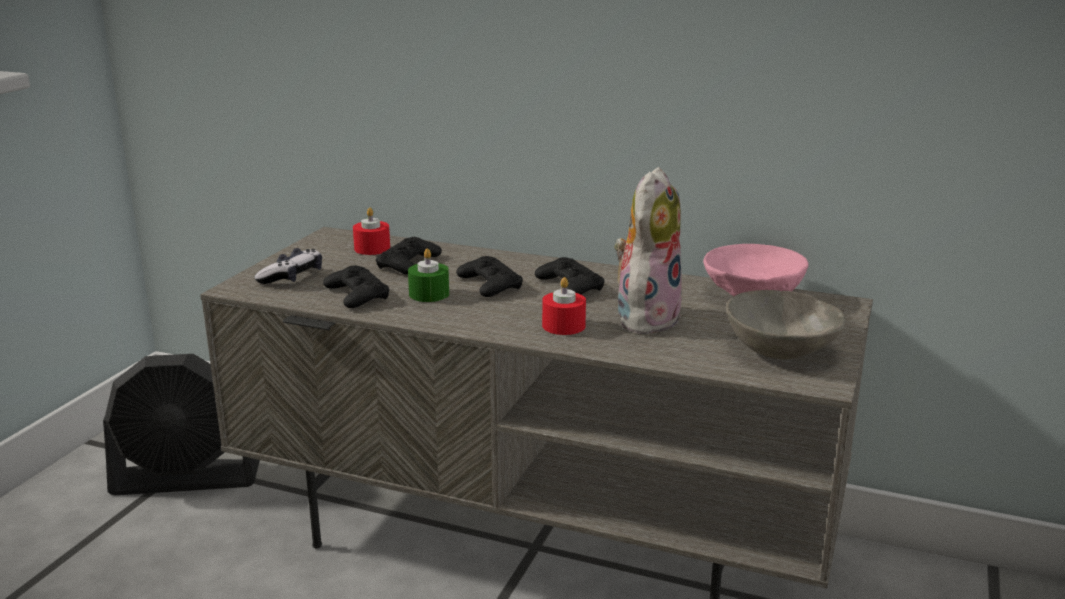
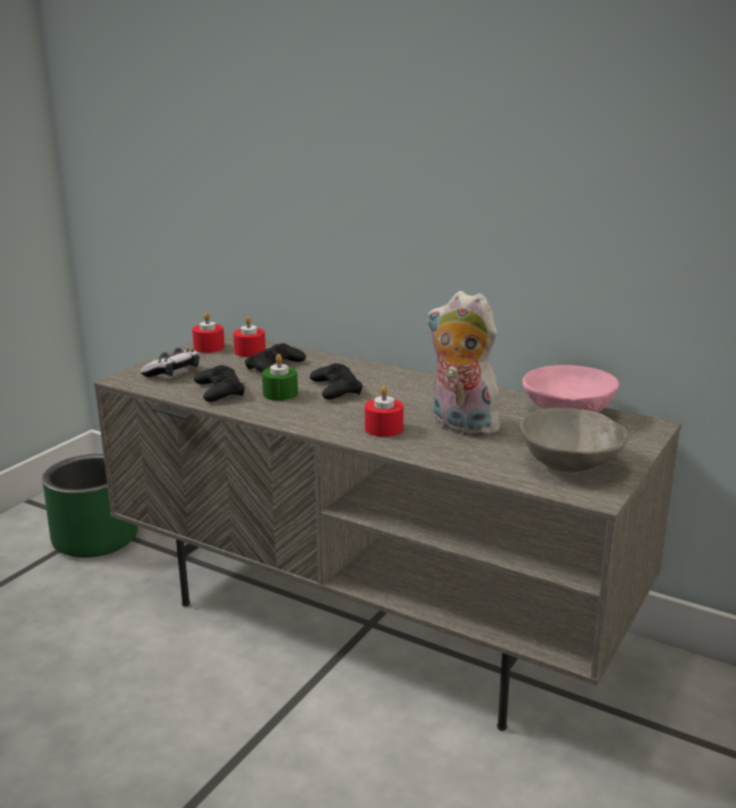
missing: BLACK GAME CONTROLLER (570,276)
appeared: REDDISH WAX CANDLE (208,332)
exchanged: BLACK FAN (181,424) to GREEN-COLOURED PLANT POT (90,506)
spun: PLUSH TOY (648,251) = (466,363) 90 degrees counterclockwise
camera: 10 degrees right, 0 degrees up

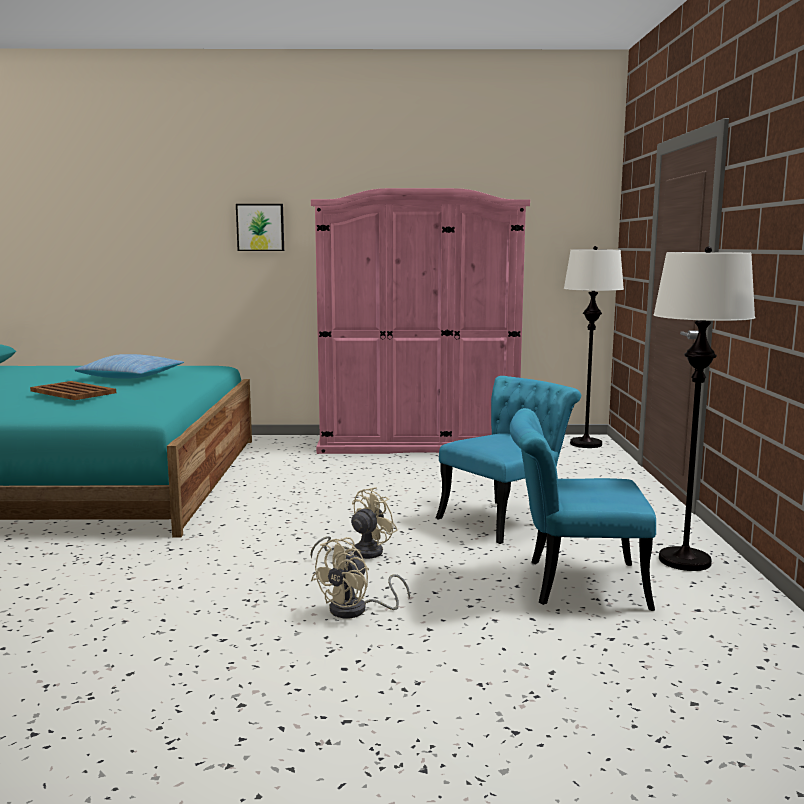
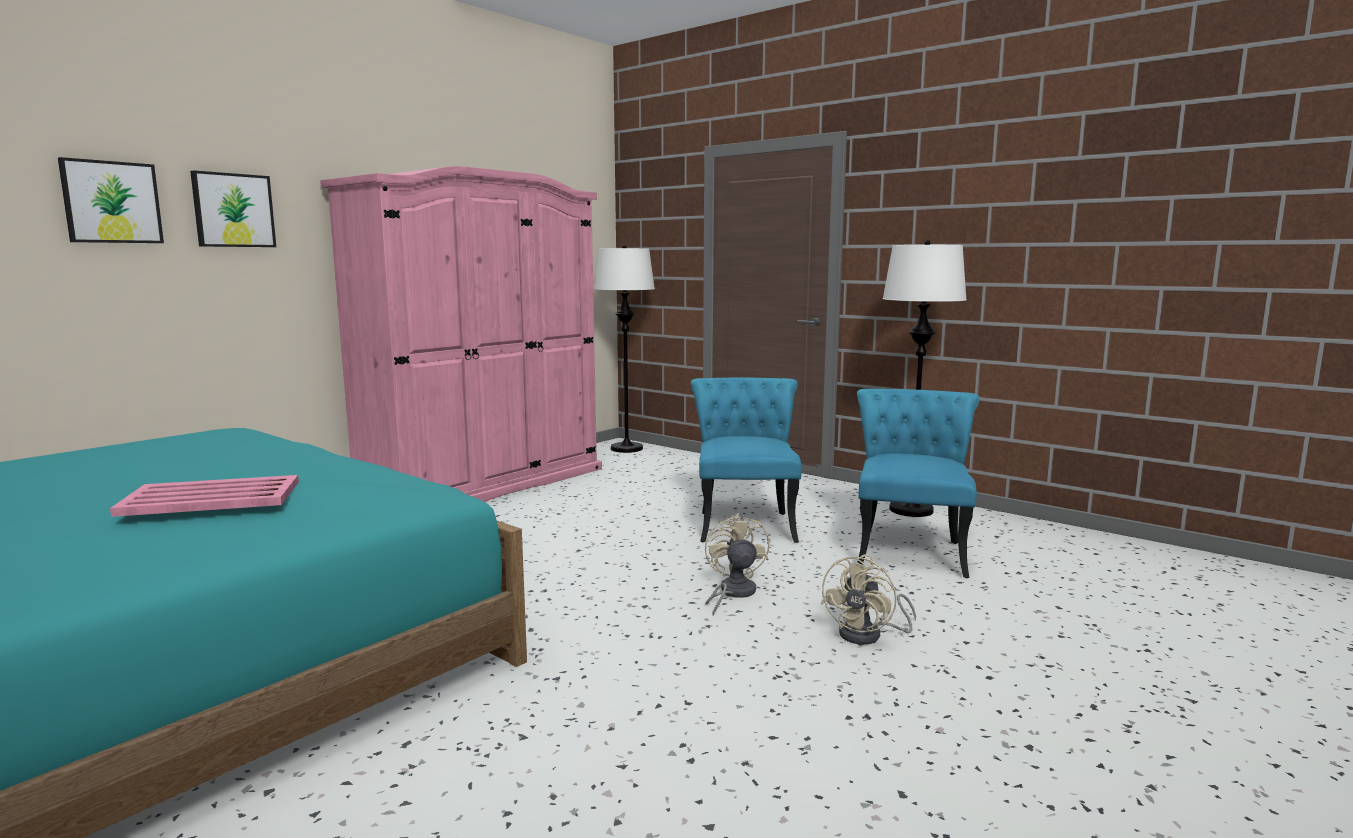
missing: CUSHION (129,366)
appeared: WALL ART (111,200)
colour: BROWNISH SERVING TRAY (73,390) to PINK SERVING TRAY (204,496)
spun: BEIGE FAN (360,577) = (868,599) 45 degrees clockwise; TURQUOISE UPRIGHT CHAIR (583,509) = (918,483) 150 degrees clockwise
camera: 50 degrees left, 0 degrees up

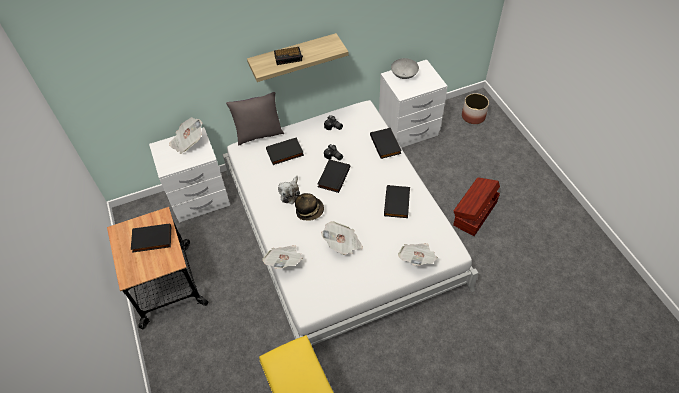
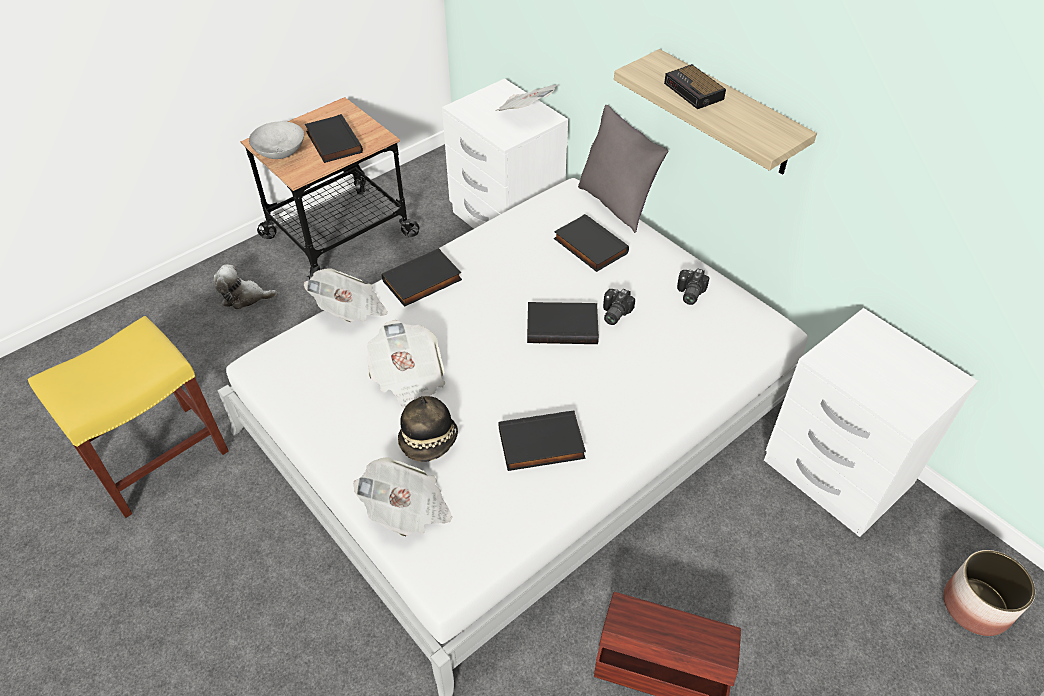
relocated: PLUSH TOY (289,189) to (245,287); CLOTHING HAT (309,207) to (428,429); BLACK VOLUME (386,143) to (422,277); GREYISH BOWL (405,68) to (276,140)
camera: 70 degrees right, 5 degrees down

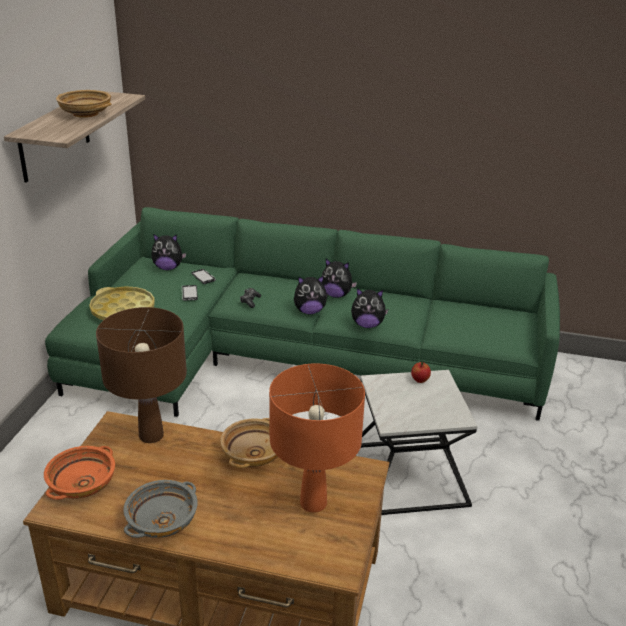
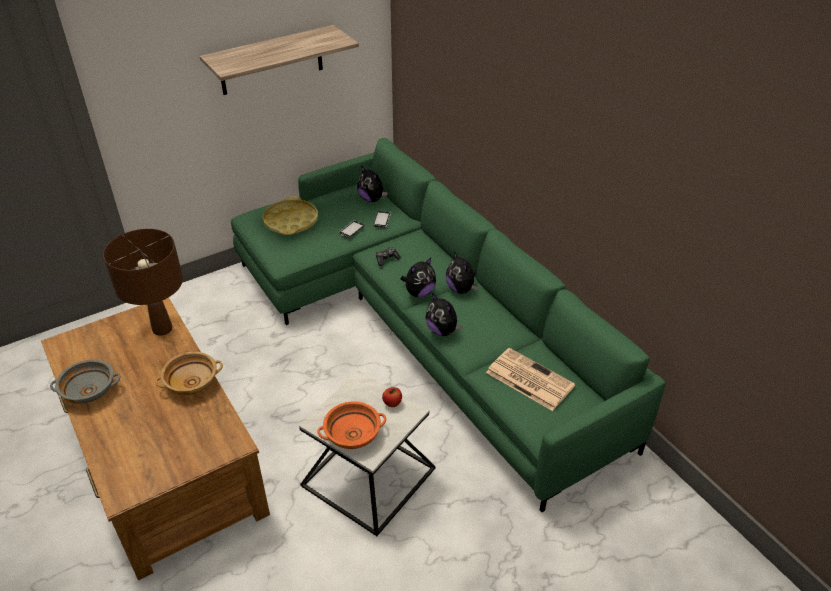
missing: BEIGE BOWL (83,104); ORANGE-COLOURED TABLE LAMP (317,438)
appeared: DAILY PAPER (530,379)
relocated: ORANGE-COLOURED BOWL (79,473) to (352,425)
spun: PLUSH TOY (311,294) = (418,277) 75 degrees counterclockwise
camera: 45 degrees right, 10 degrees up

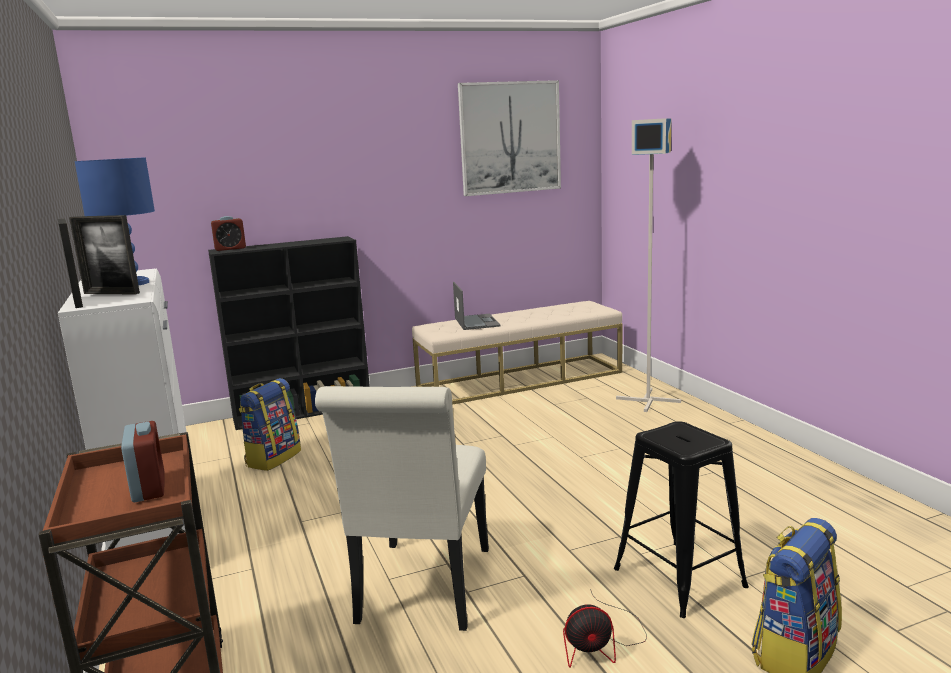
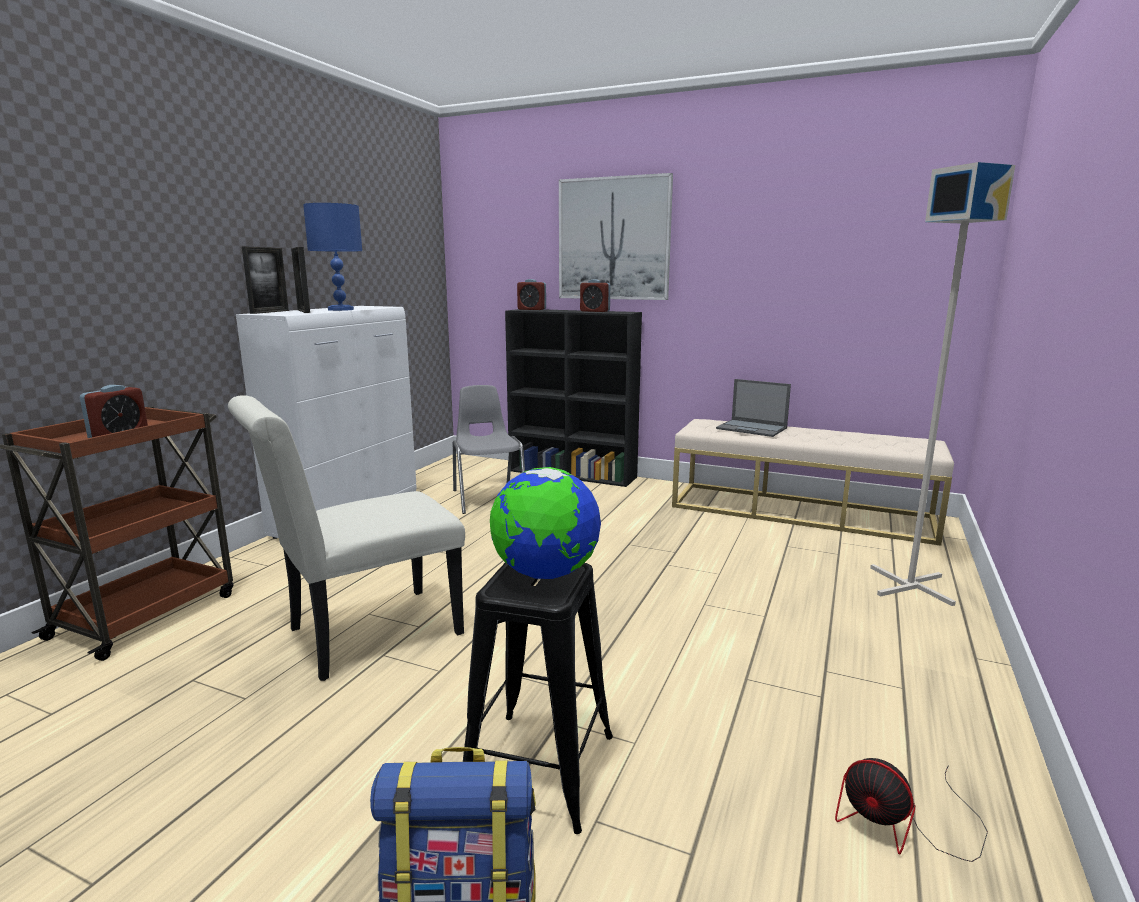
appeared: GLOBE (545,523); TABLE CLOCK (595,295)
relocated: WALL ART (509,138) to (616,236); FAN (605,628) to (911,810)
exchanged: KNAPSACK (270,424) to GREYISH UPRIGHT CHAIR (489,449)
spun: NOTEBOOK COMPUTER (477,306) = (753,408) 90 degrees clockwise
camera: 45 degrees right, 0 degrees up

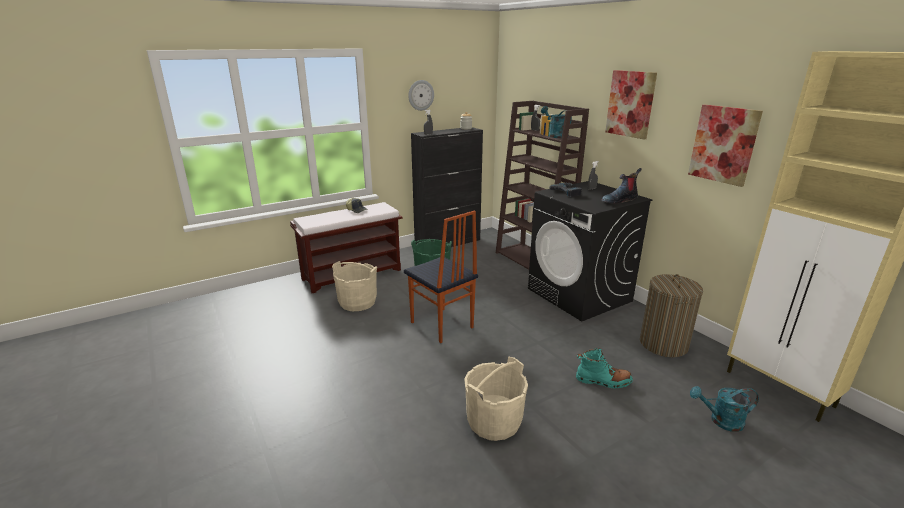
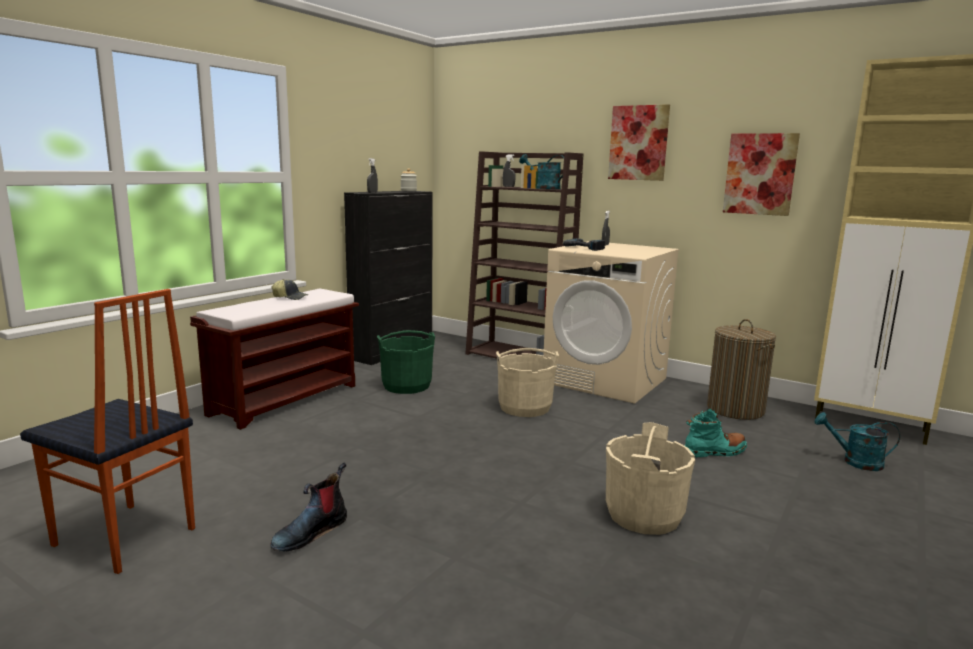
missing: WALL CLOCK (421,95)
relocated: BEIGE WATER BUCKET (354,286) to (527,382); UPRIGHT CHAIR (441,277) to (107,431); BOOT (621,186) to (308,507)
colour: BLACK LAUNDRY MACHINE (590,251) to BEIGE LAUNDRY MACHINE (611,322)
spun: TURQUOISE WATERING POT (724,409) = (857,441) 45 degrees clockwise
camera: 25 degrees left, 10 degrees down

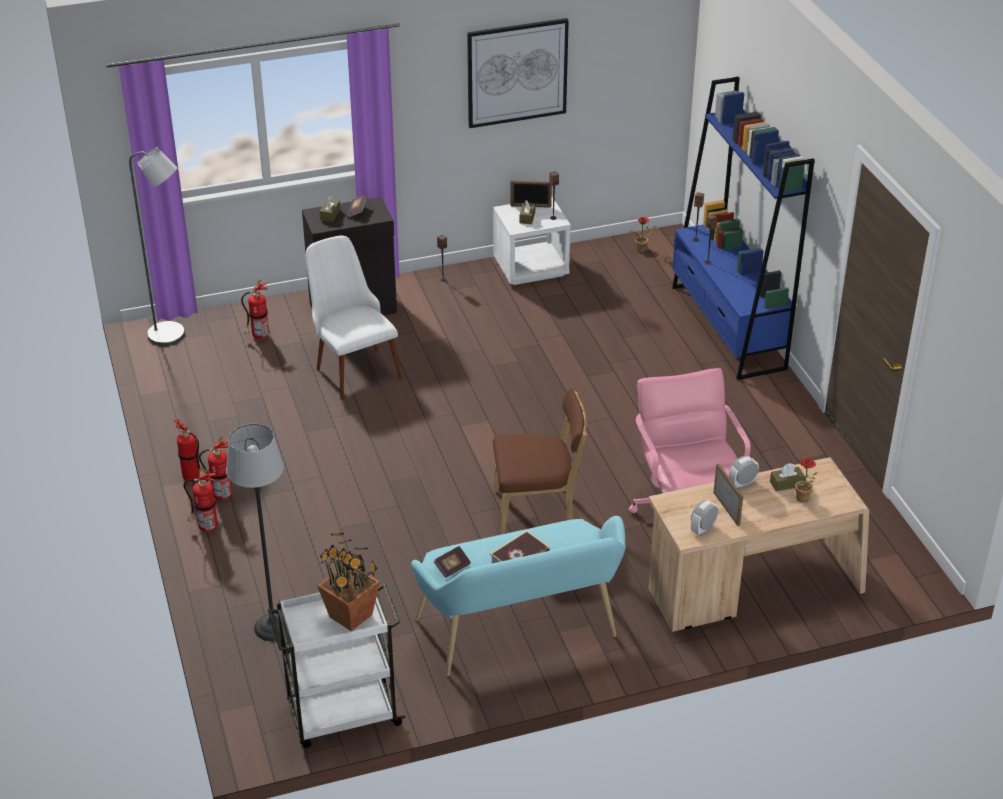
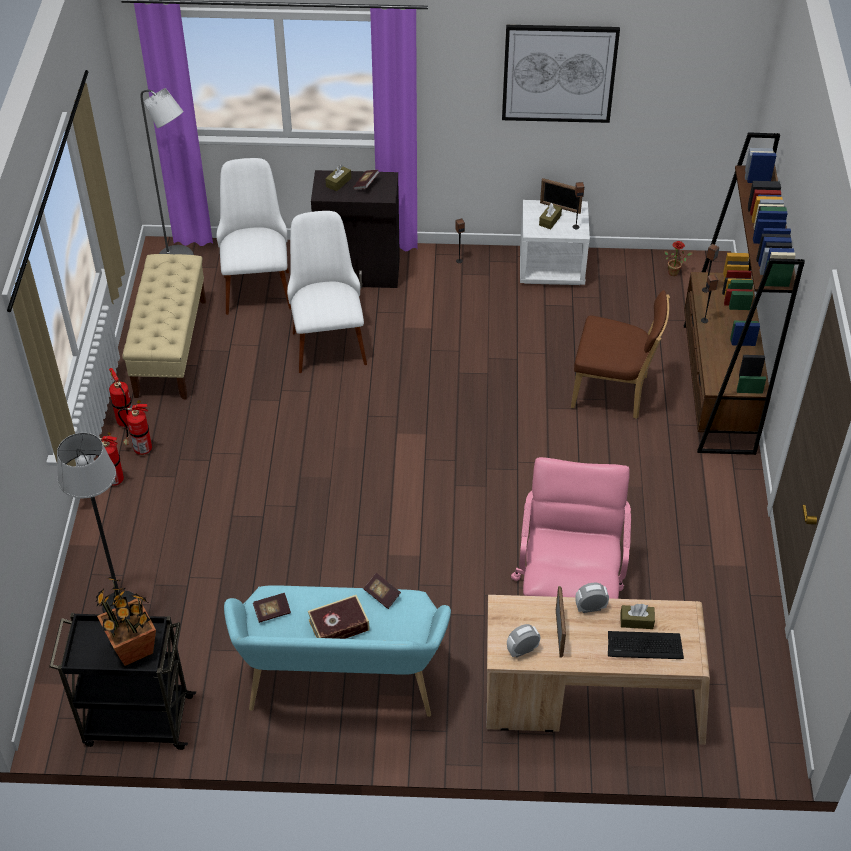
appeared: BEIGE LONG SEAT (164,326); VOLUME (382,591)
relocated: BROWNISH UPRIGHT CHAIR (540,461) to (620,354)
exchanged: FIRE EXTINGUISHER (255,310) to WHITE UPRIGHT CHAIR (253,236); POTTED PLANT (806,480) to KEYBOARD (646,645)
colour: WHITE WHEELED CART (337,665) to BLACK WHEELED CART (122,681); BLUE-COLOURED SHELVING UNIT (743,228) to BROWNISH SHELVING UNIT (744,293)
camera: 20 degrees right, 10 degrees up

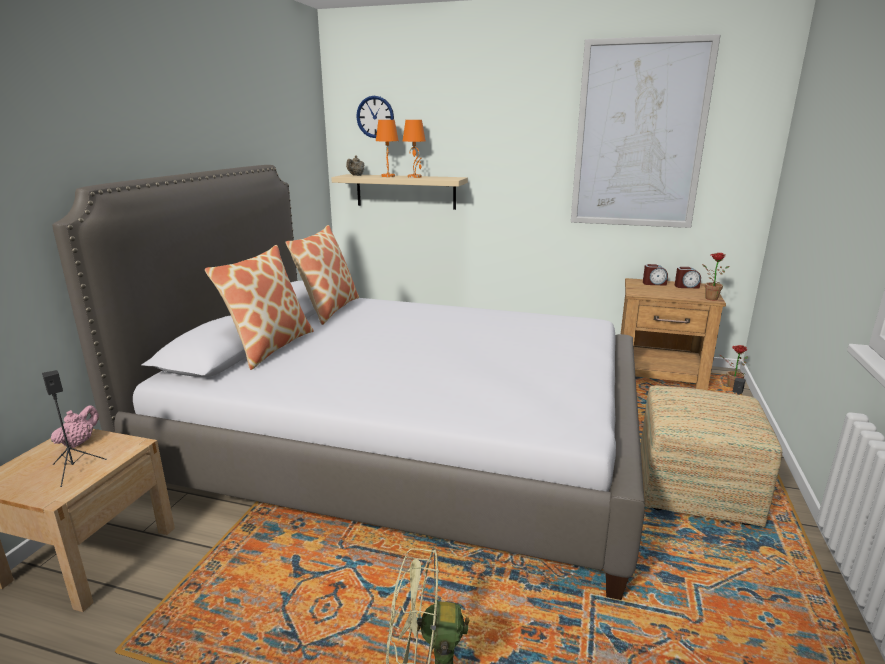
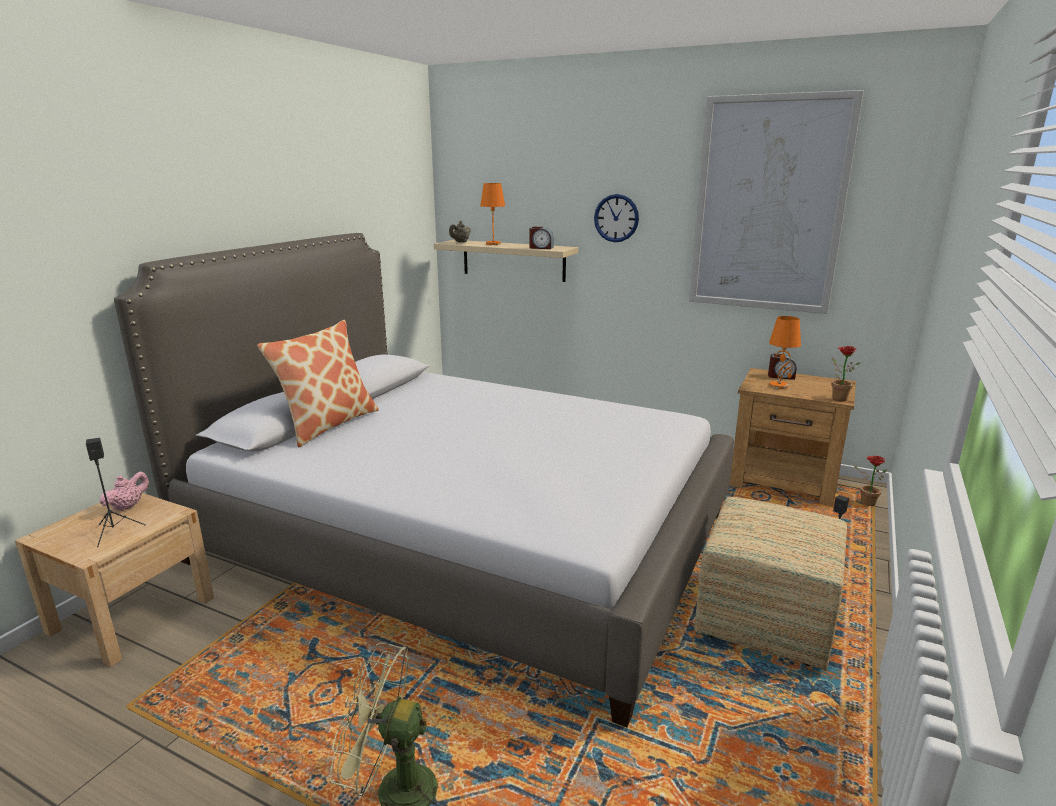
missing: CUSHION (322,275)
relocated: WALL CLOCK (375,117) to (616,218); ORANGE-COLOURED TABLE LAMP (414,149) to (785,352); TABLE CLOCK (688,277) to (541,238)
camera: 10 degrees right, 0 degrees up

